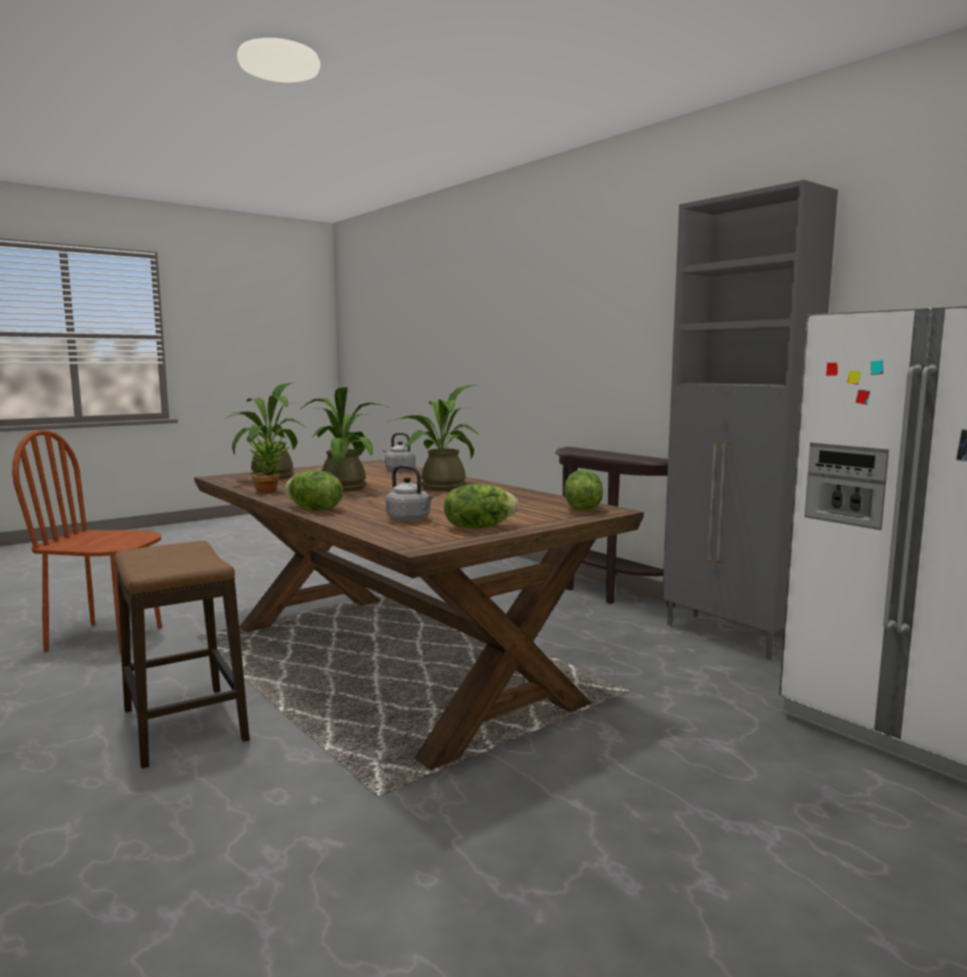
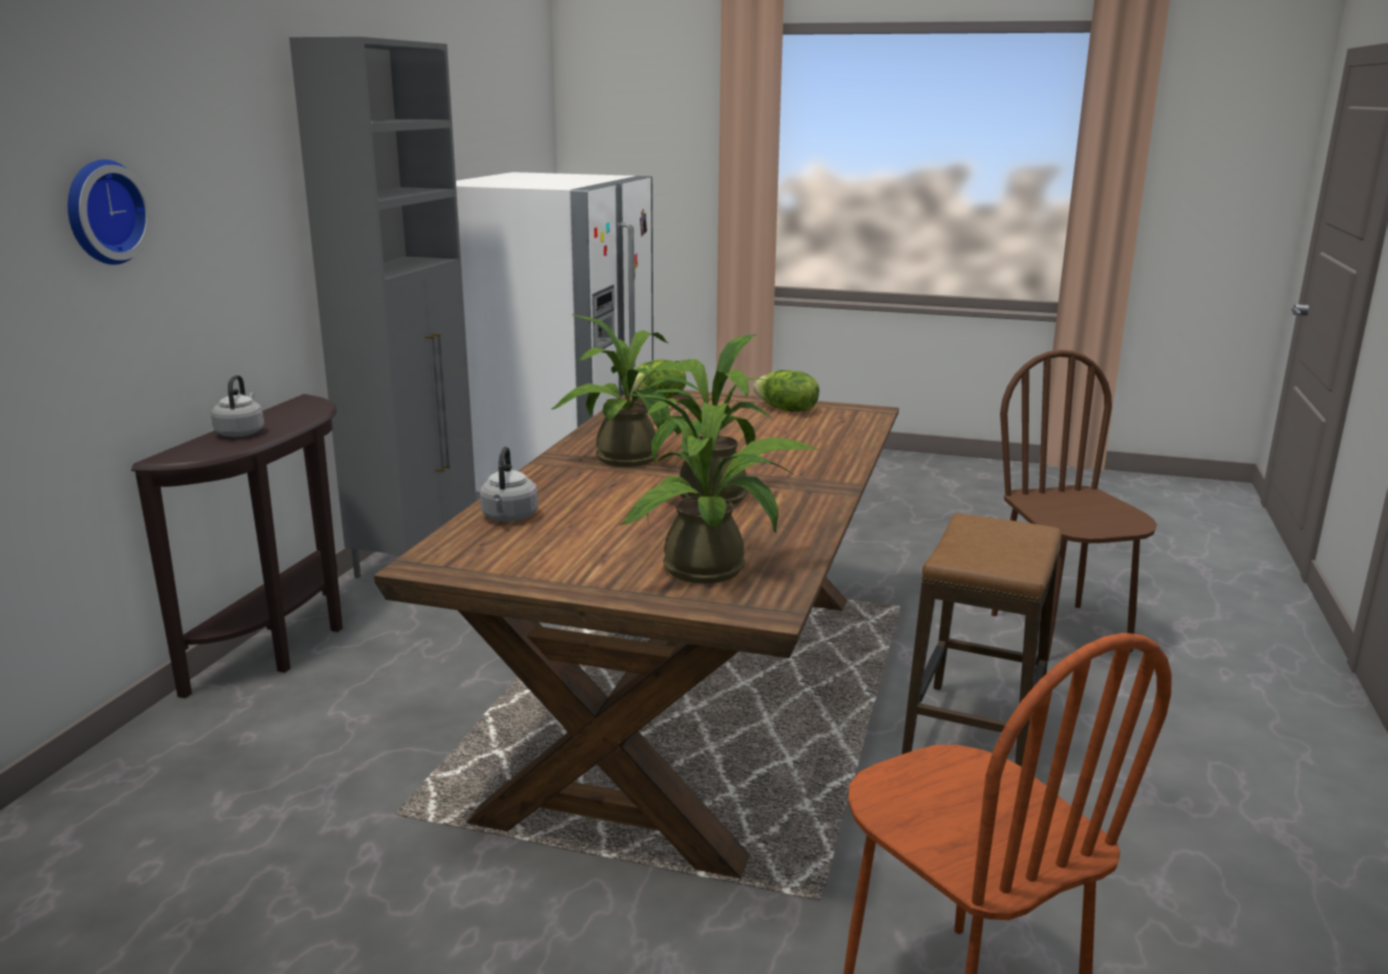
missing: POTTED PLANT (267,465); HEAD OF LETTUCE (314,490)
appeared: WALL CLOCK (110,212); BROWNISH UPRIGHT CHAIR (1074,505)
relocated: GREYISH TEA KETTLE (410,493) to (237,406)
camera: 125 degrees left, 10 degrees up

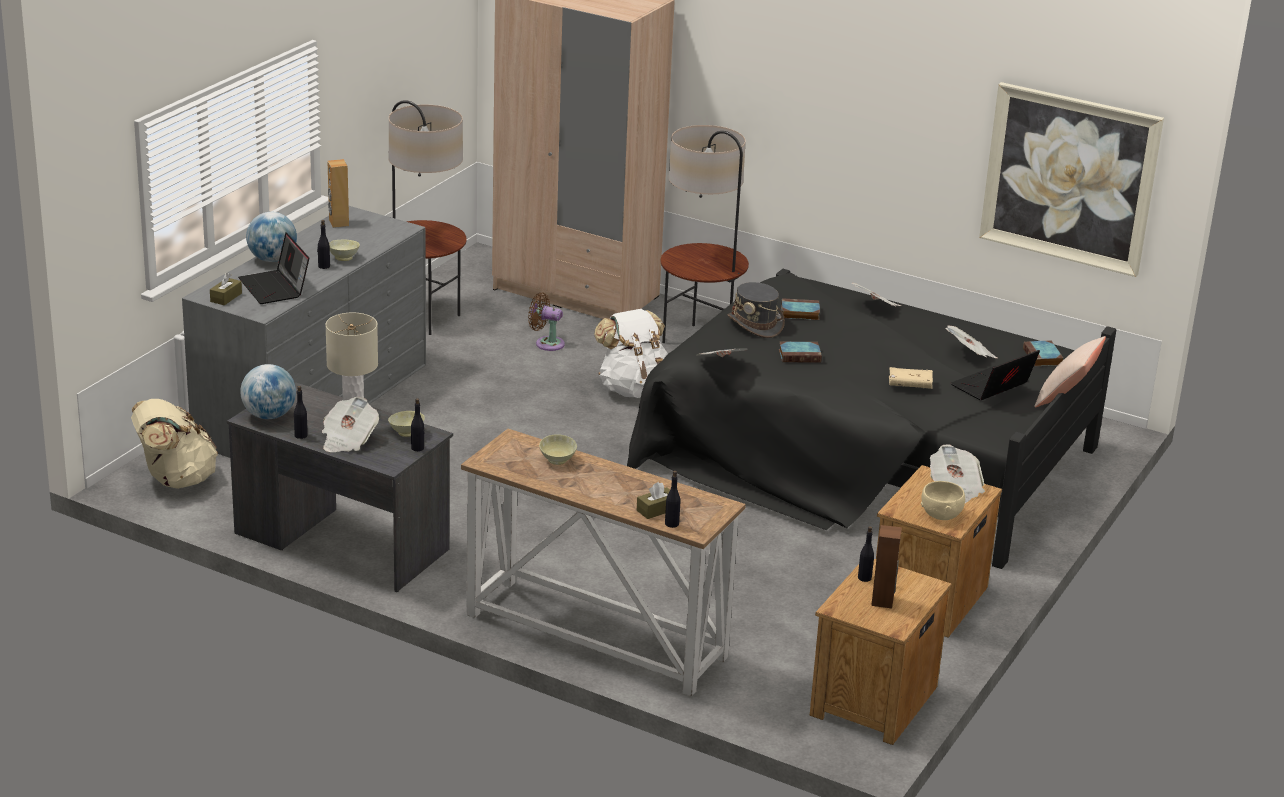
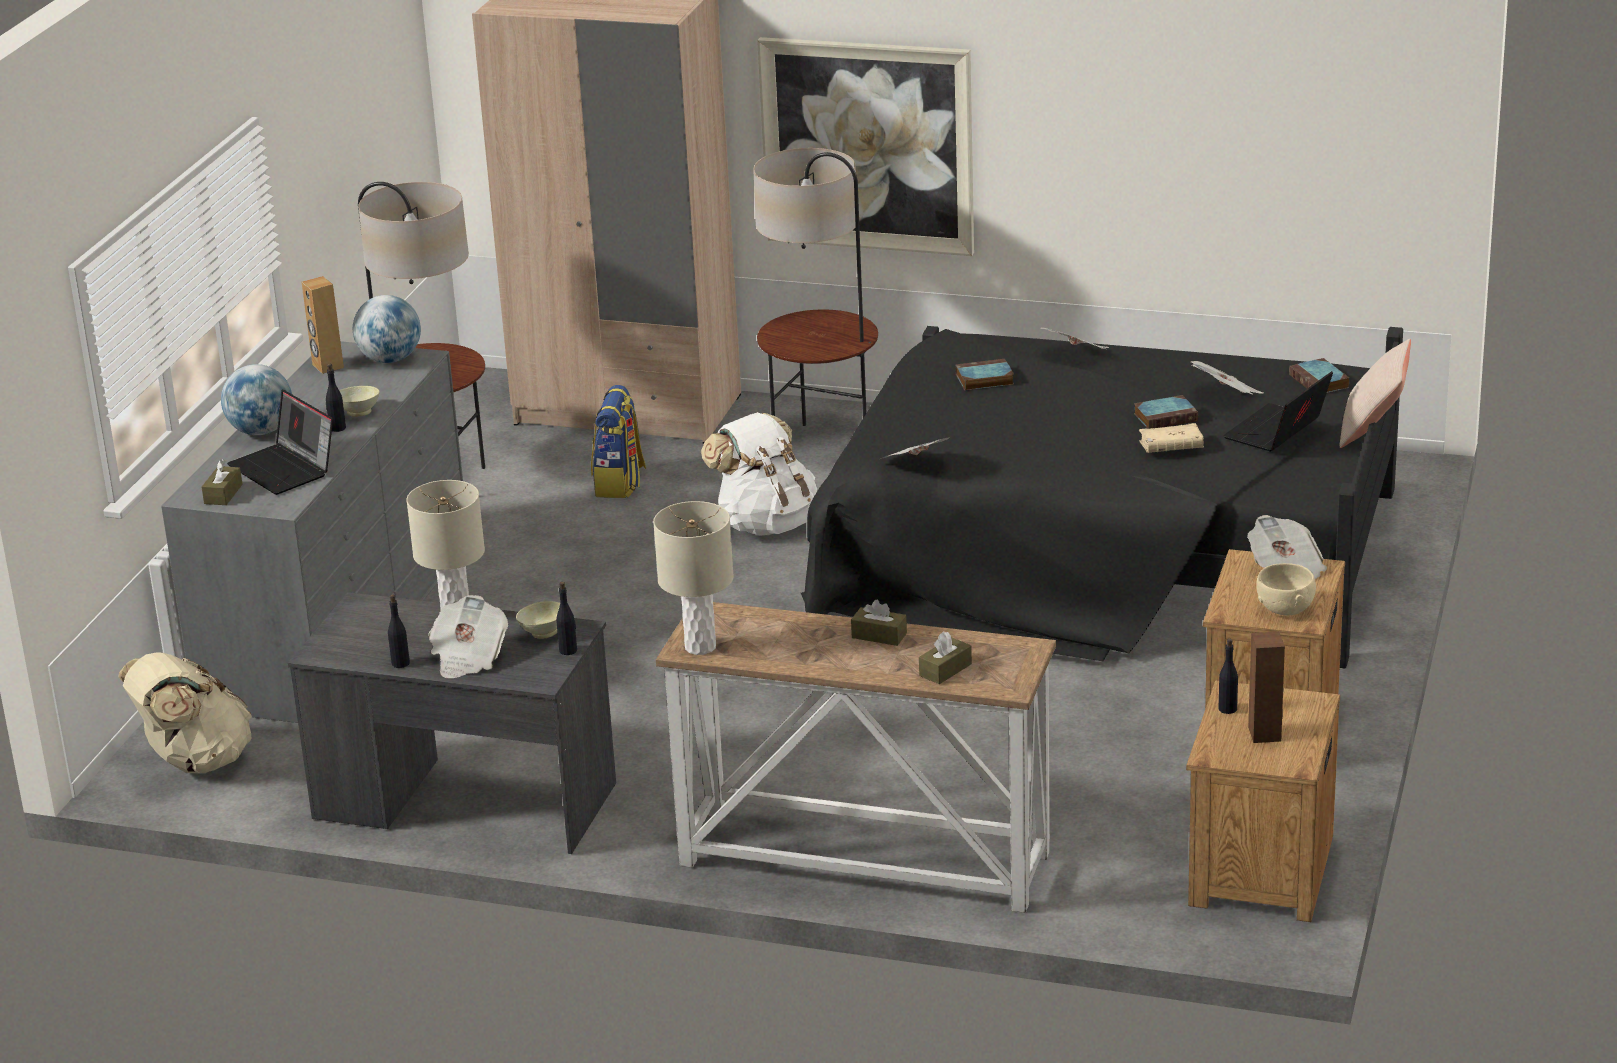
missing: BEIGE BOWL (558,450); BLACK BOTTLE (672,499); GREYISH CLOTHING HAT (756,310)
appeared: BEIGE TABLE LAMP (693,578); BROWNISH TISSUE BOX (879,623)
relocated: GLOBE (268,391) to (387,329); VOLUME (800,352) to (1166,412); WALL ART (1071,179) to (865,146)
exchanged: BROWNISH FAN (546,322) to KNAPSACK (618,441)
camera: 10 degrees left, 0 degrees up

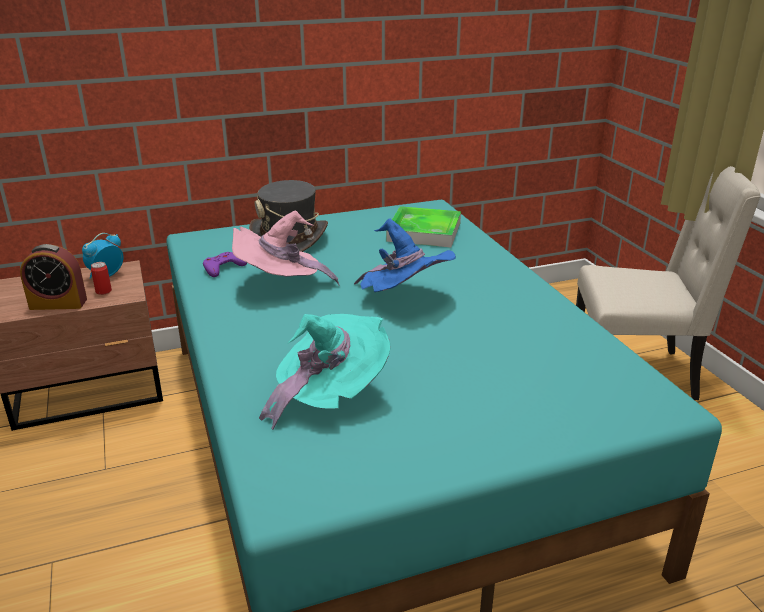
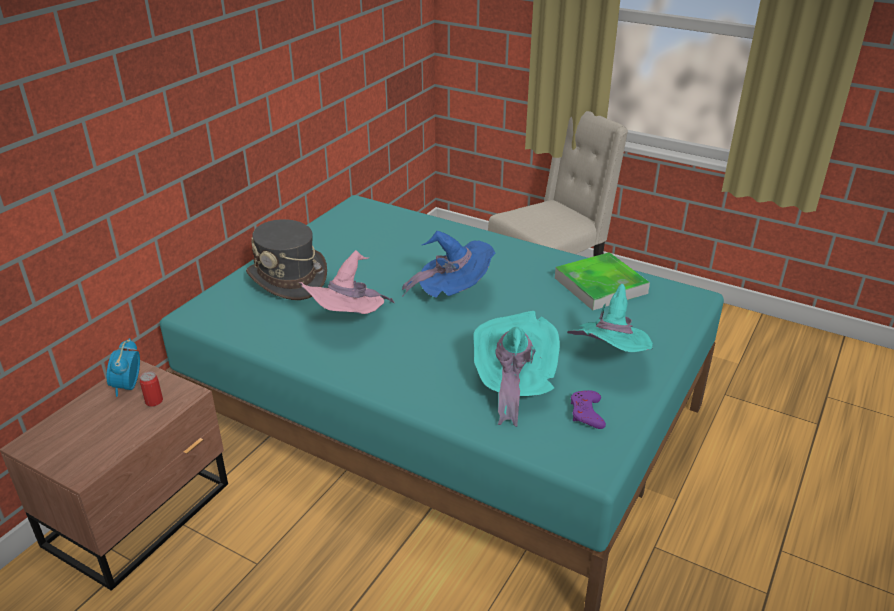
missing: TABLE CLOCK (53,277)
appeared: TURQUOISE CLOTHING HAT (610,318)
relocated: PURPLE GAME CONTROLLER (225,264) to (588,409); SERVING TRAY (423,226) to (602,281)
camera: 40 degrees left, 5 degrees up

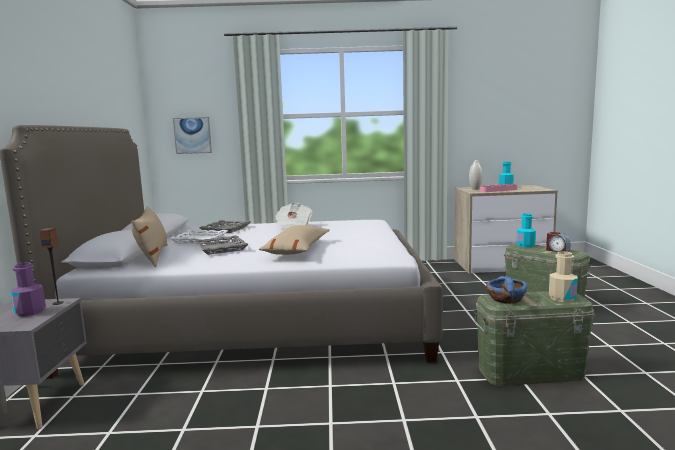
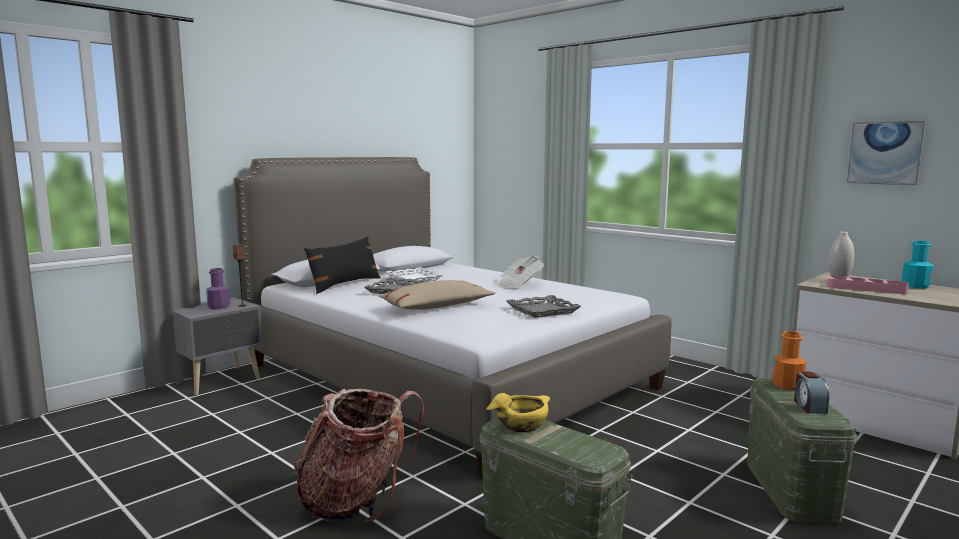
missing: BEIGE BOTTLE (563,276)
appeared: KNAPSACK (359,456)
relocated: WALL ART (192,135) to (886,153); GREYISH SERVING TRAY (225,226) to (543,306)
colour: BEIGE CUSHION (150,236) to BLACK CUSHION (342,265); BLUE-COLOURED BOWL (506,290) to YELLOW BOWL (518,412); TURQUOISE BOTTLE (526,231) to ORANGE-COLOURED BOTTLE (789,360)
camera: 45 degrees right, 0 degrees up

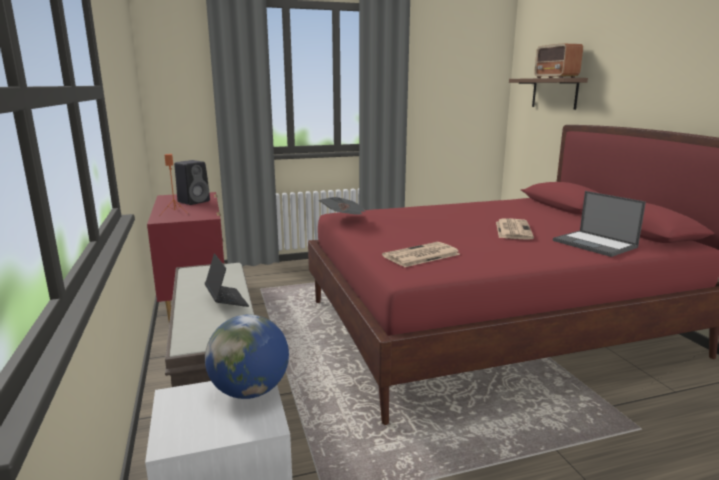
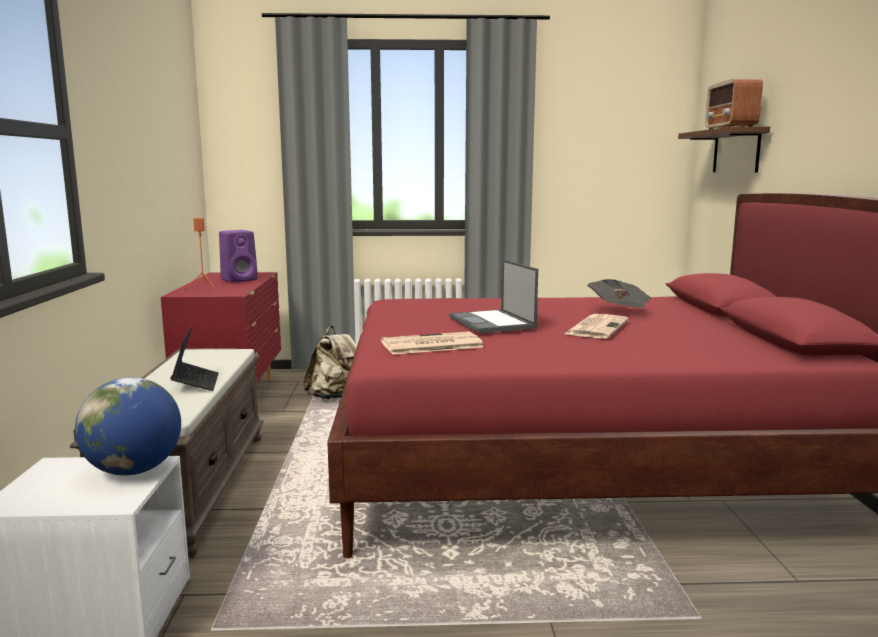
appeared: BEIGE KNAPSACK (330,362)
relocated: DAILY PAPER (342,206) to (619,293); NOTEBOOK COMPUTER (599,224) to (493,296)
colour: BLACK SPEAKER (192,182) to PURPLE SPEAKER (238,256)
camera: 15 degrees right, 5 degrees down

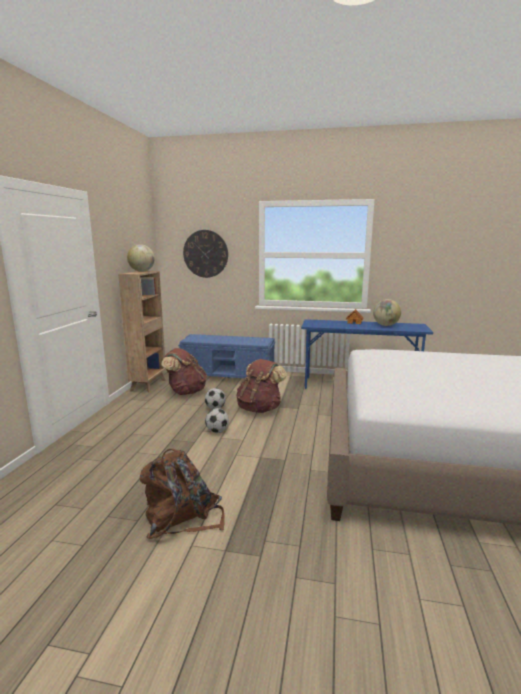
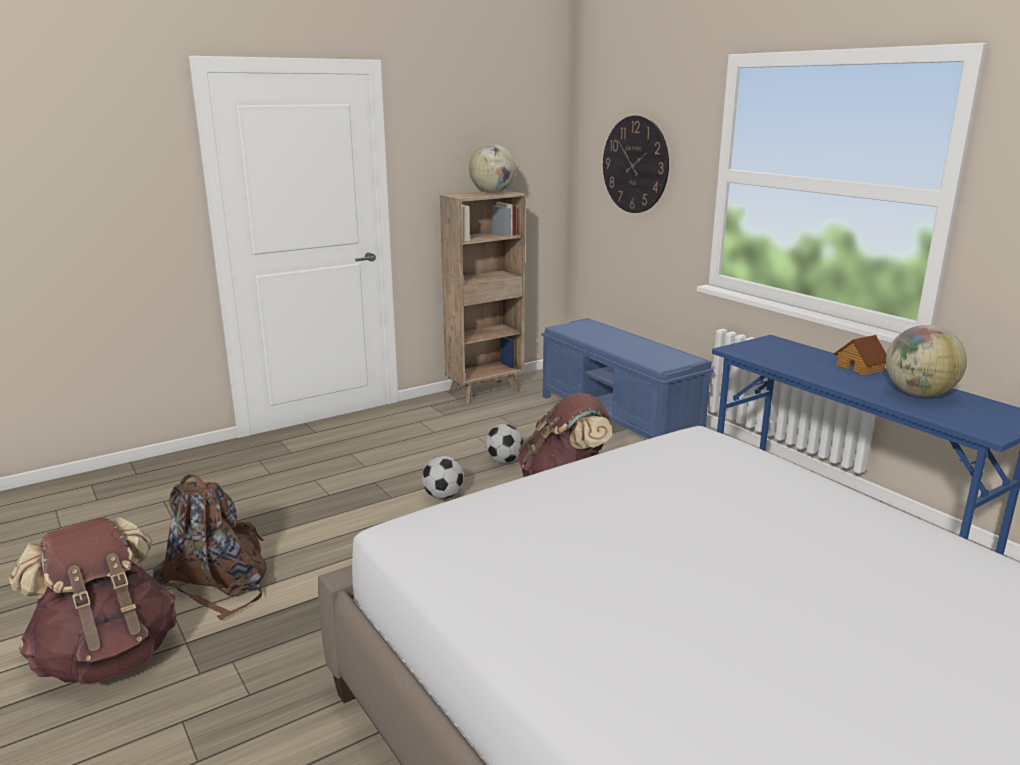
relocated: BROWNISH KNAPSACK (184,371) to (92,600)
camera: 45 degrees right, 5 degrees up

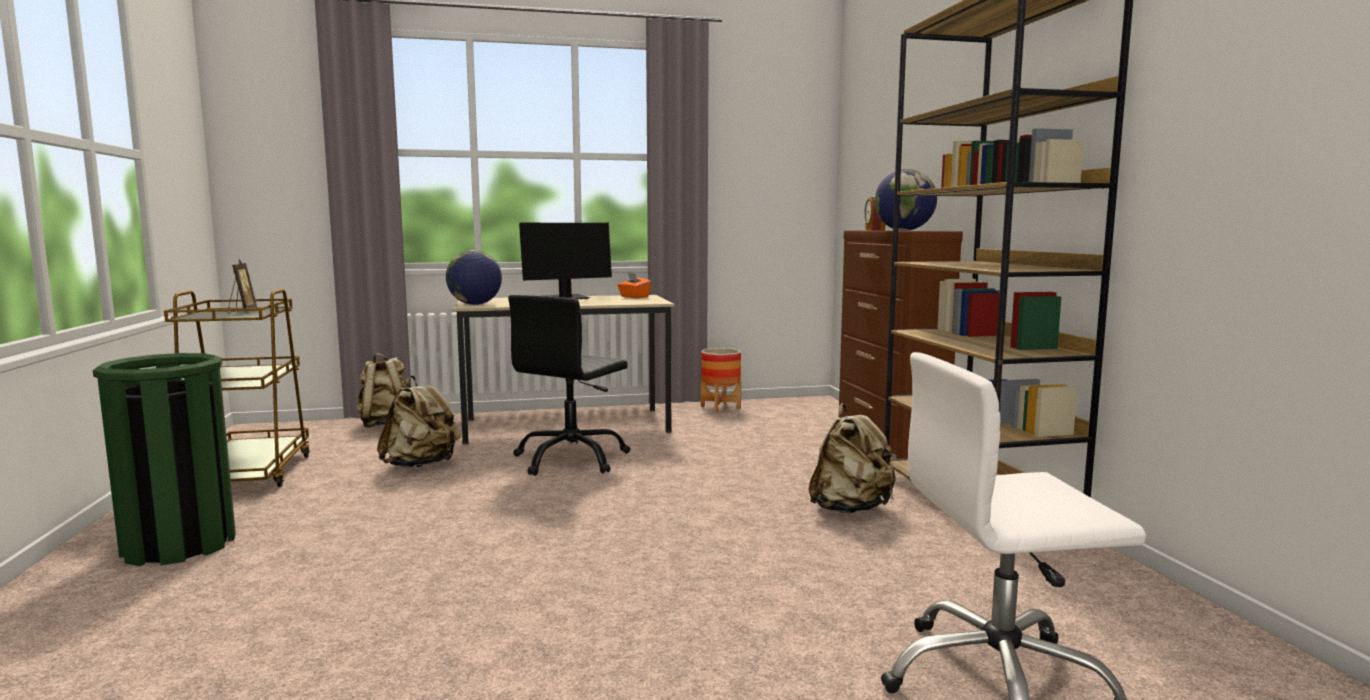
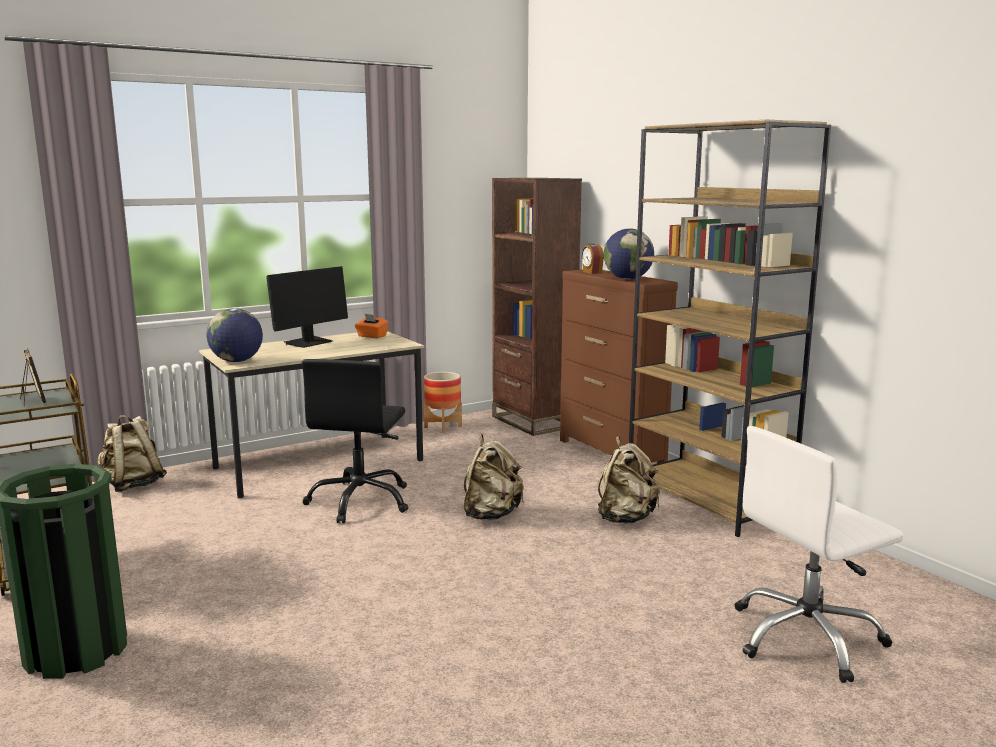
appeared: BROWNISH SHELVING UNIT (537,307)
relocated: BEIGE KNAPSACK (419,422) to (494,477)
camera: 20 degrees left, 5 degrees up

